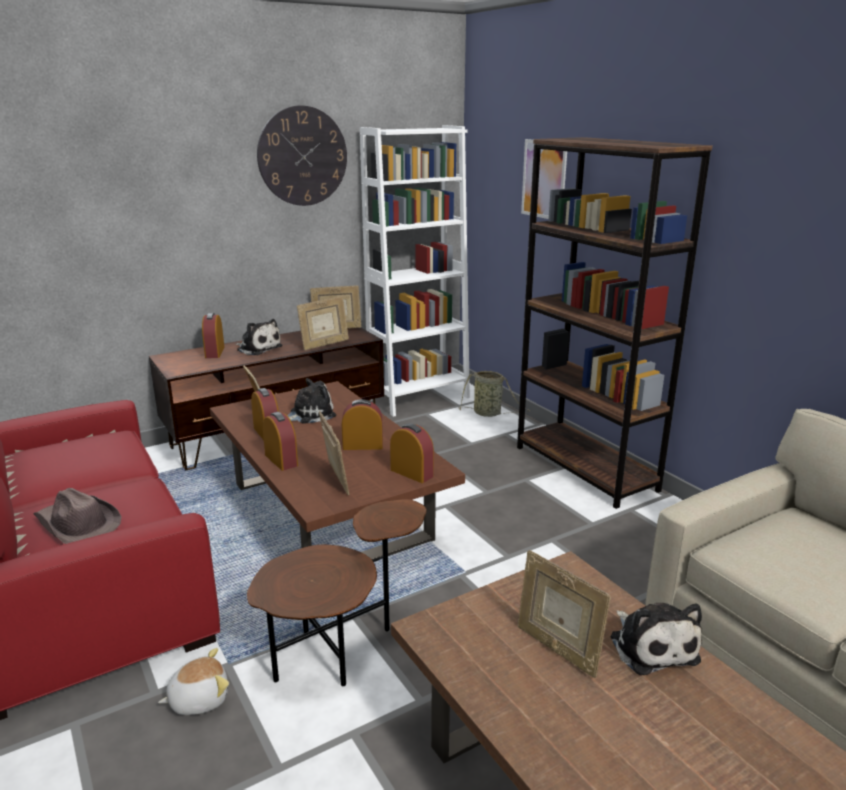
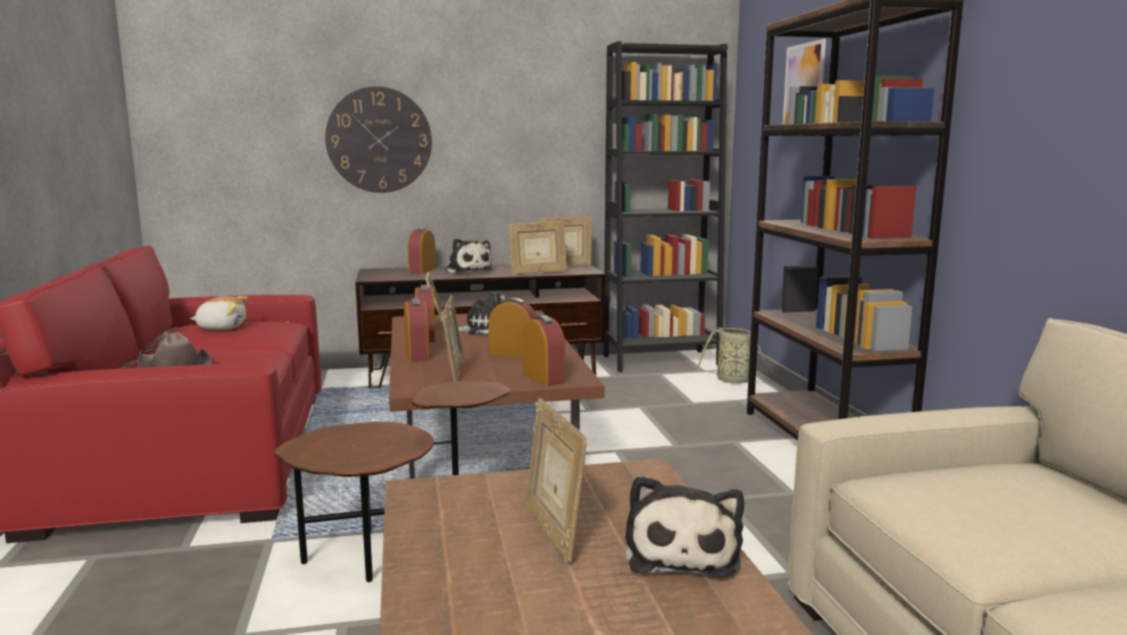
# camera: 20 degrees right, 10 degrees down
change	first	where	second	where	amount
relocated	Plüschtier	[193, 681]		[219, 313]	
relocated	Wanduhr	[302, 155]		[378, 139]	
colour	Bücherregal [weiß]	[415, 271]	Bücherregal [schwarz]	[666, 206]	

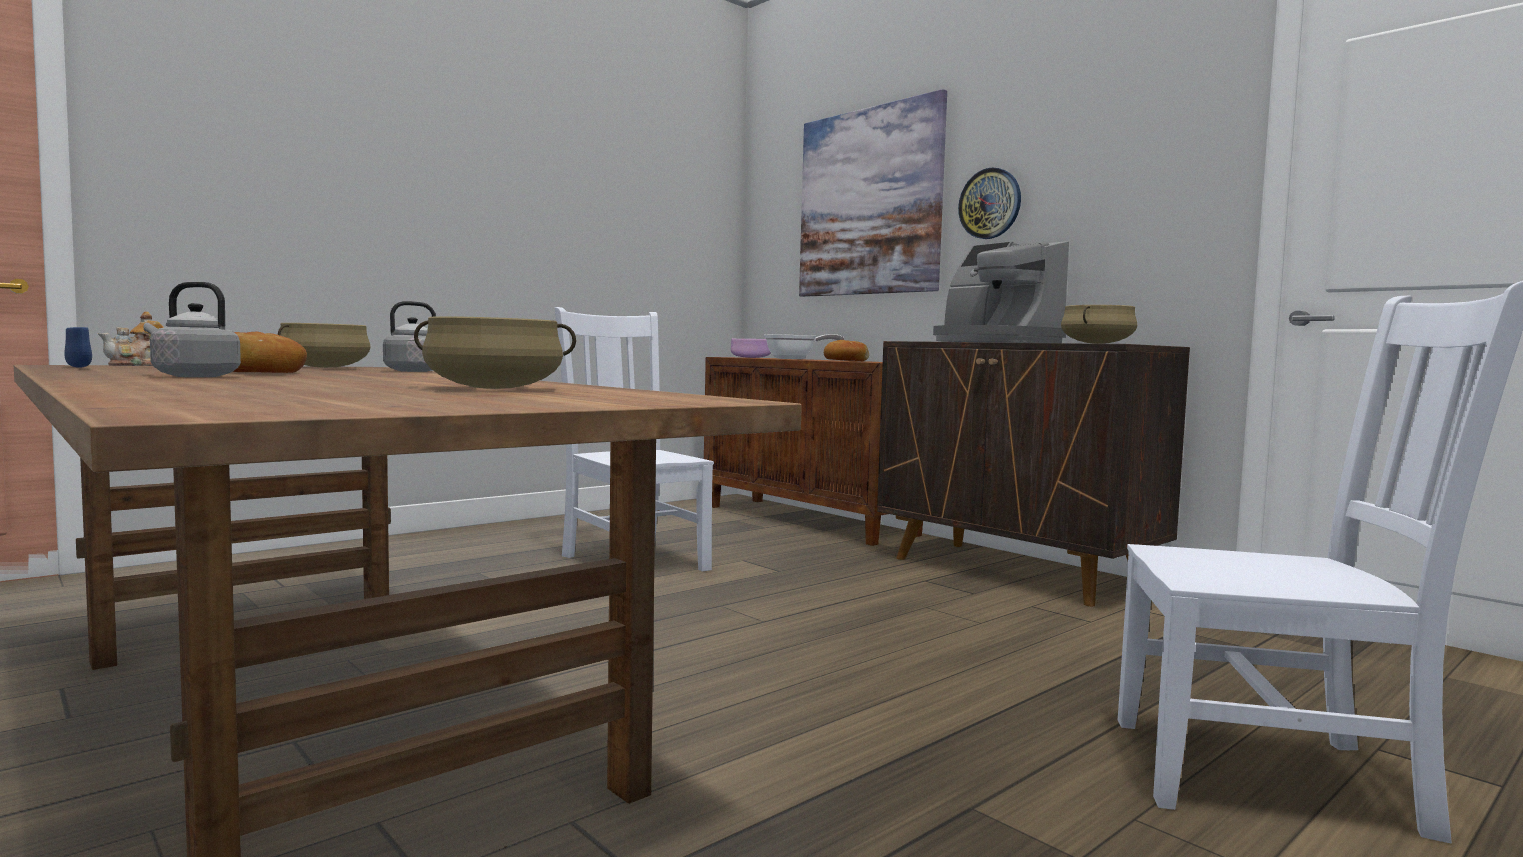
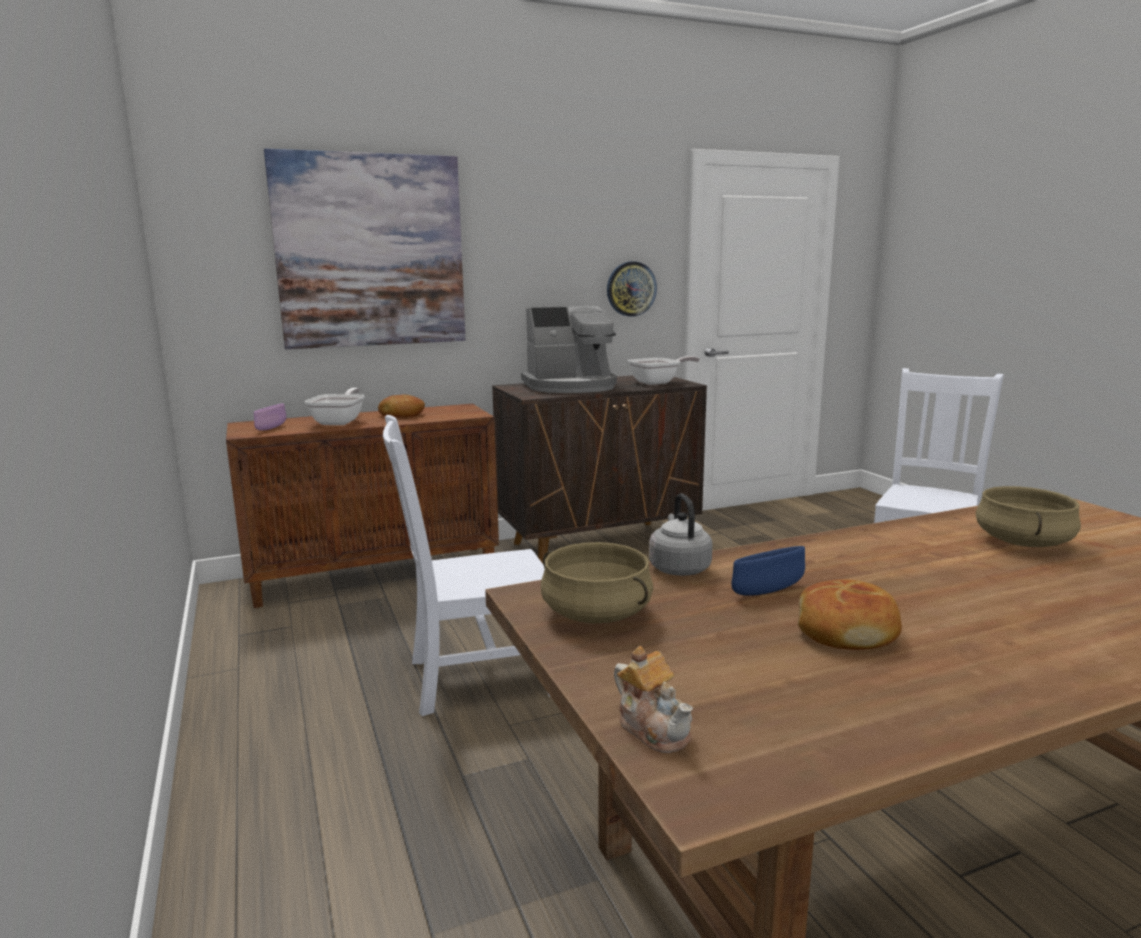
# camera: 70 degrees left, 10 degrees up
change	first	where	second	where	amount
missing	Wasserkessel [grau]	[192, 329]			
relocated	Schüssel [blau]	[78, 347]		[768, 571]	
relocated	Wanduhr	[989, 203]		[632, 289]	
exchanged	Kochtopf [beige]	[1099, 324]	Pfanne	[663, 370]	

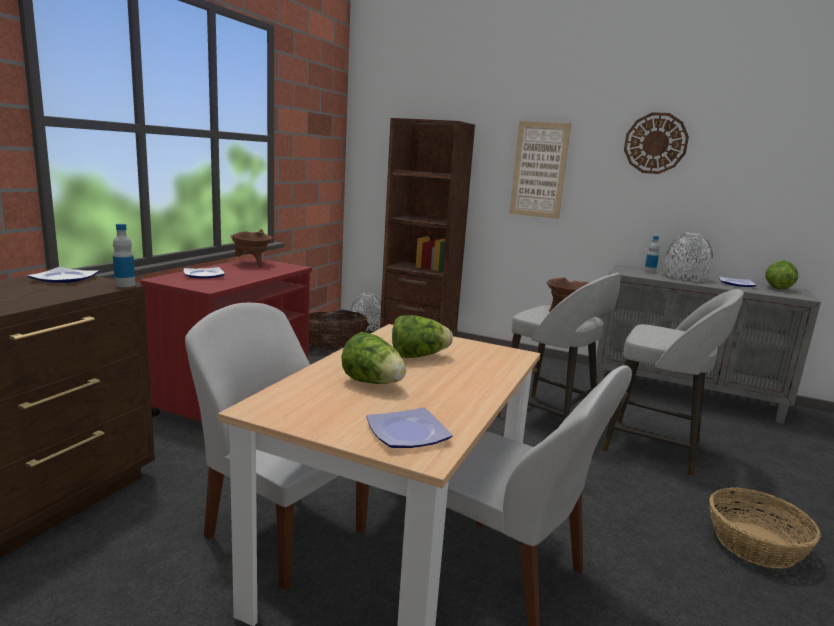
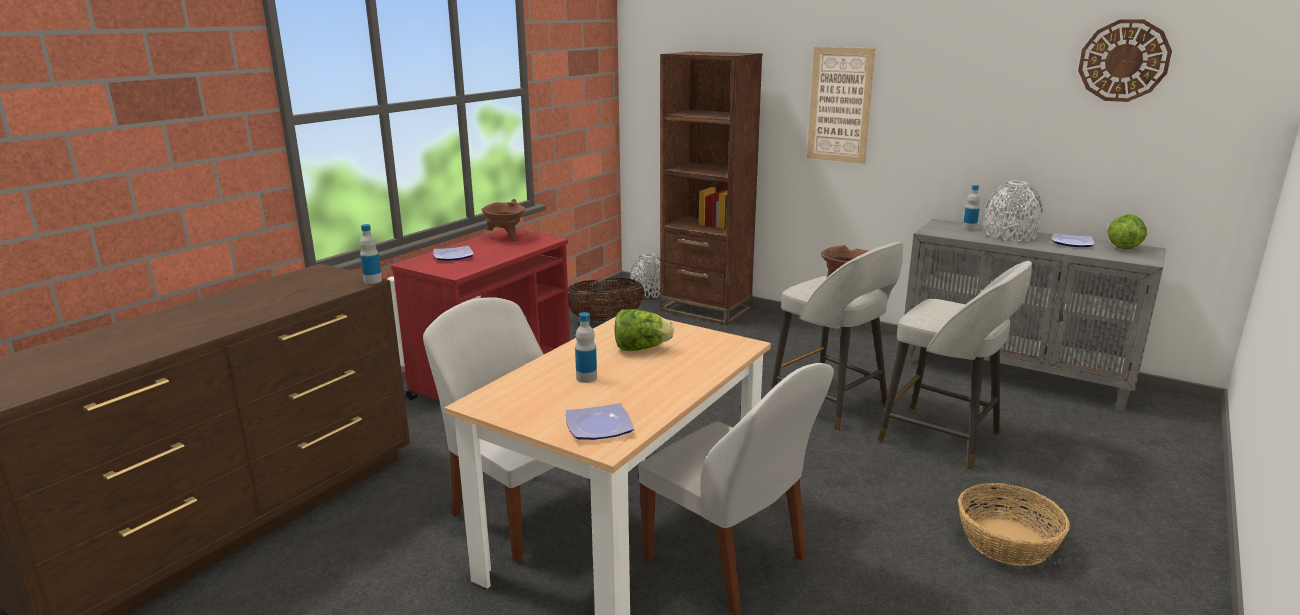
# camera: 10 degrees right, 5 degrees up
change	first	where	second	where	amount
missing	Teller	[63, 275]			
relocated	Wanduhr	[656, 143]		[1125, 60]	
exchanged	Salatkopf	[373, 358]	Flasche	[586, 347]	

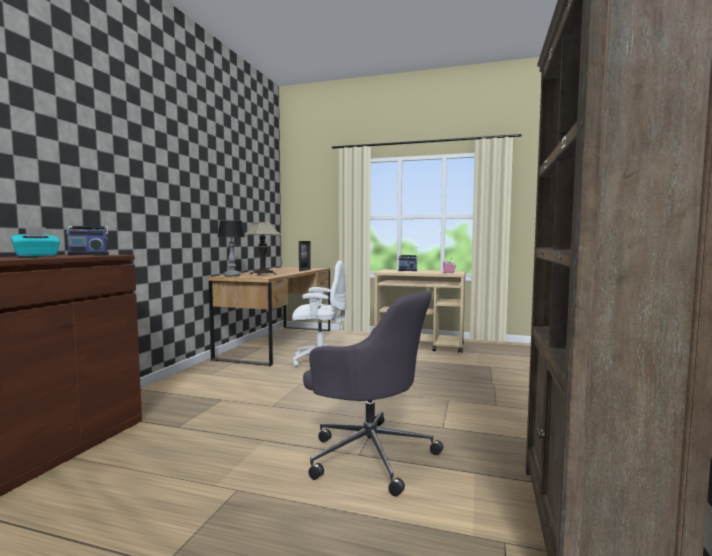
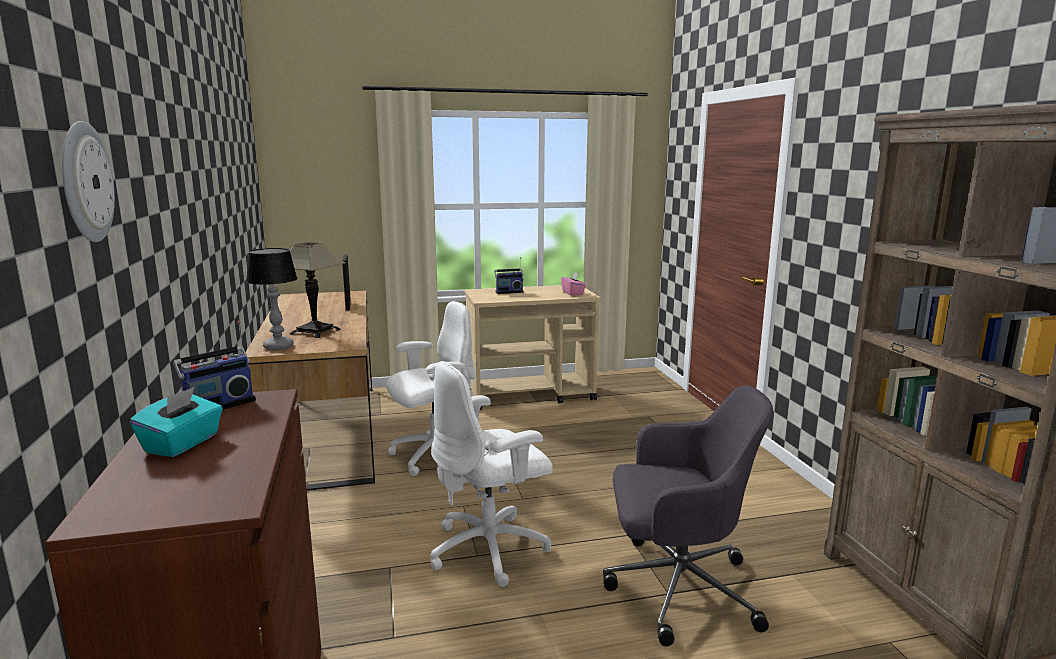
# camera: 30 degrees left, 10 degrees up
change	first	where	second	where	amount
appeared			Wanduhr	[88, 181]	
appeared			Bürostuhl [weiß]	[491, 474]	

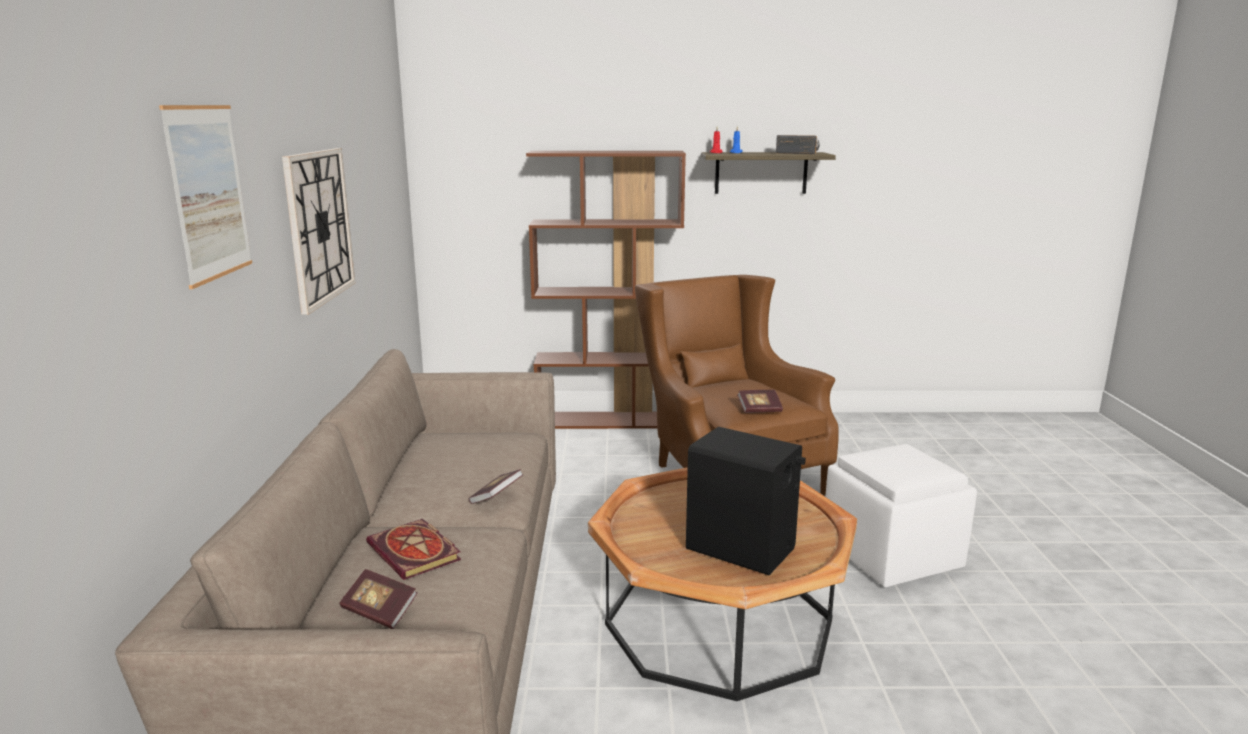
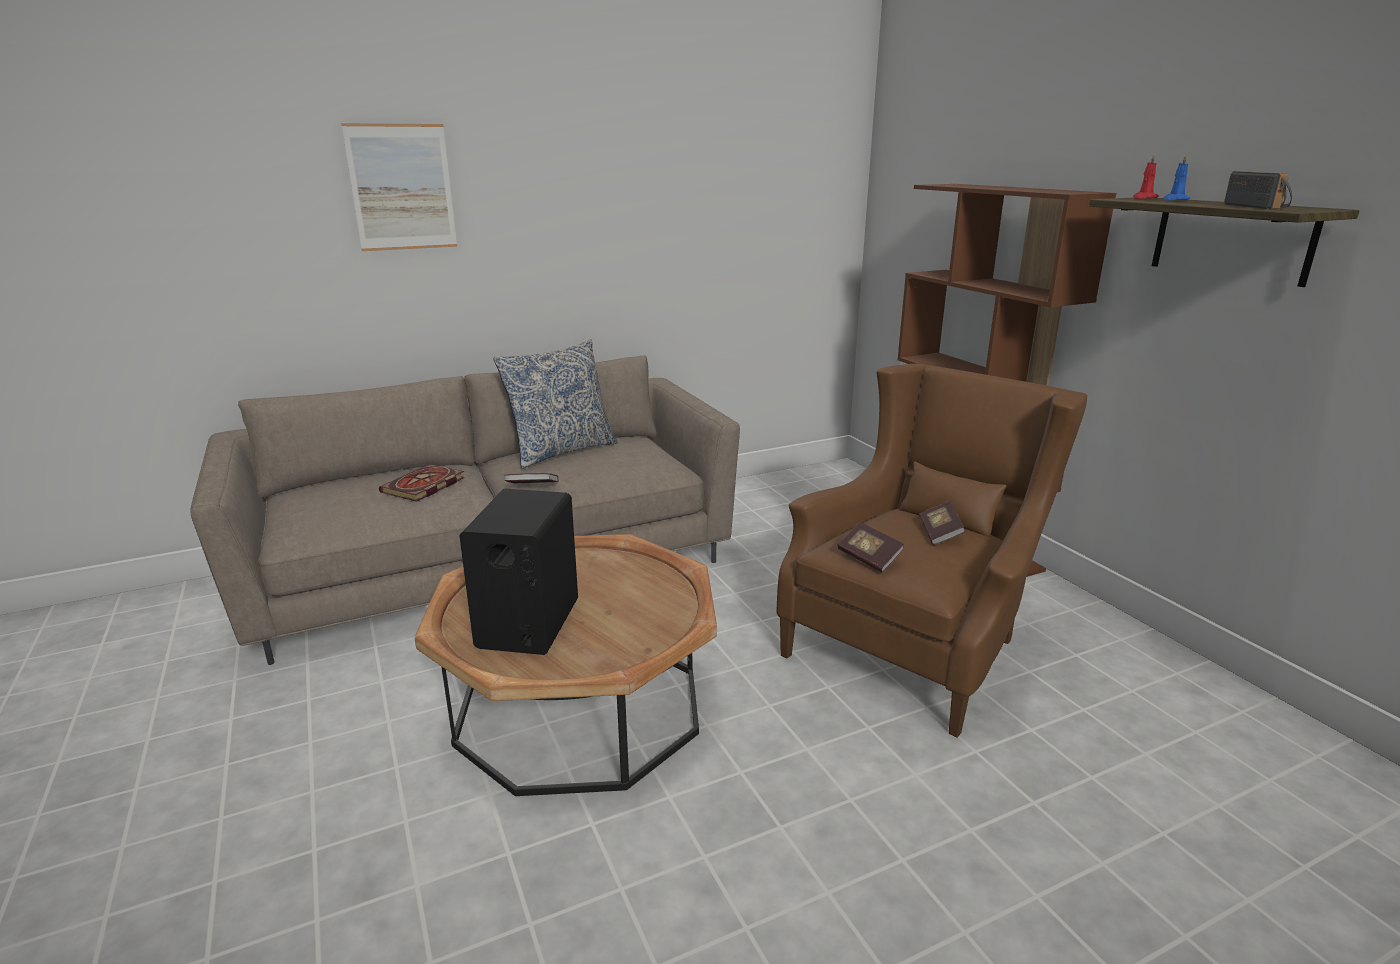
# camera: 65 degrees right, 5 degrees up
change	first	where	second	where	amount
missing	Wanduhr	[318, 231]			
missing	Polsterhocker [weiß]	[901, 515]			
appeared			Kissen	[555, 404]	
relocated	Buch	[378, 599]		[942, 523]	

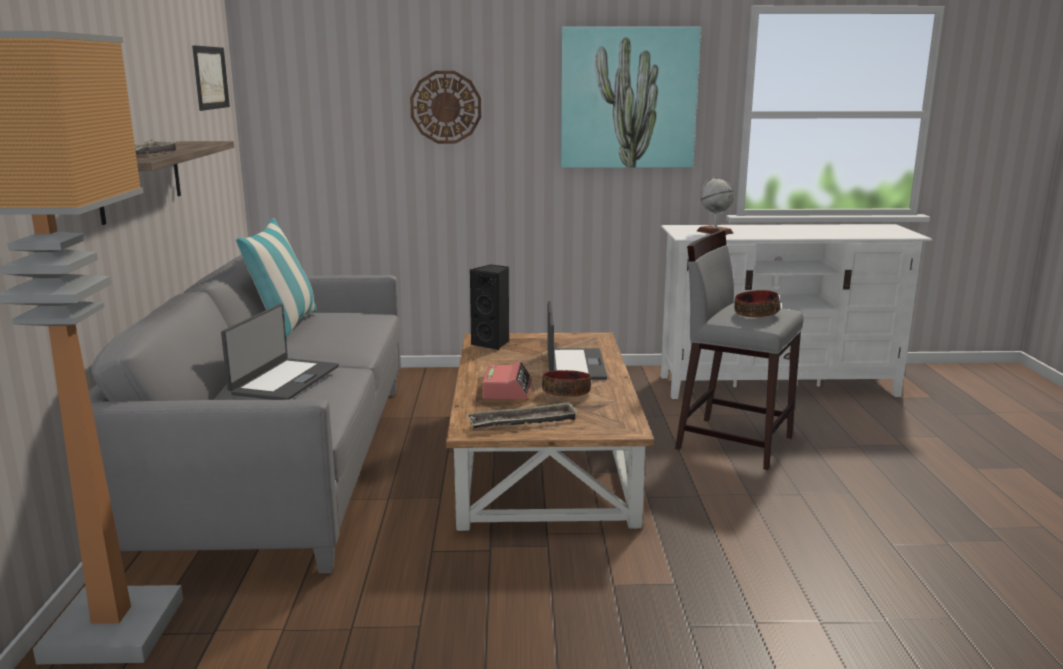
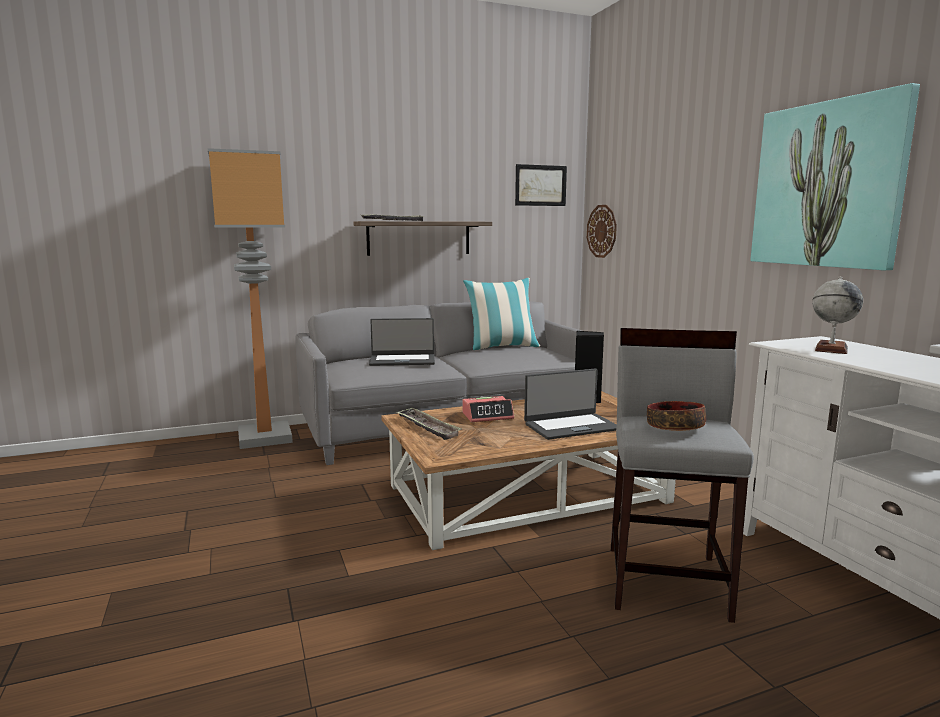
# camera: 70 degrees right, 5 degrees down
change	first	where	second	where	amount
missing	Schüssel	[566, 383]			
relocated	Wanduhr	[445, 107]		[602, 231]	

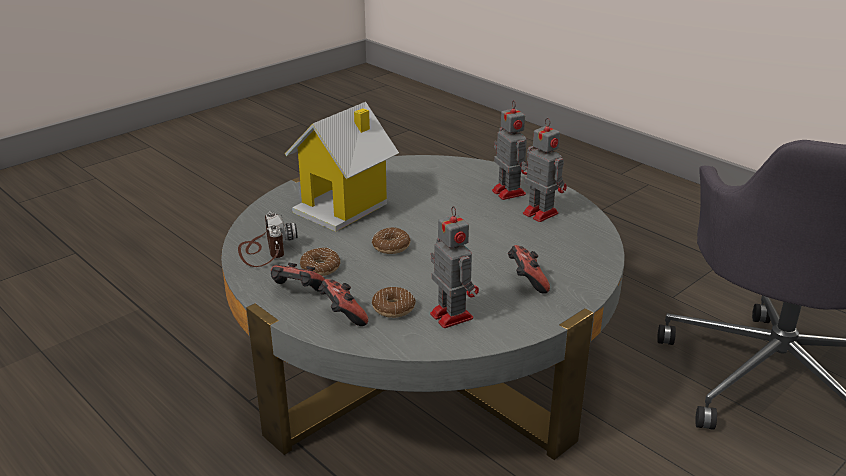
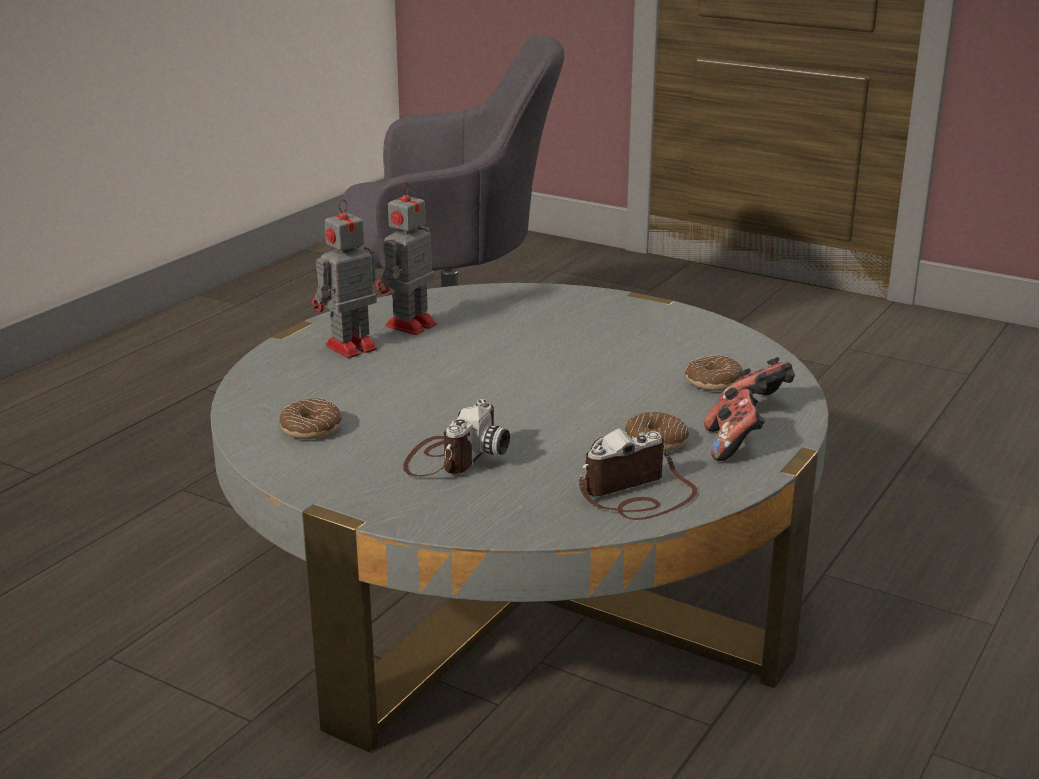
# camera: 105 degrees left, 5 degrees down
change	first	where	second	where	amount
missing	Spielzeugroboter	[454, 267]			
missing	Gamepad	[529, 269]			
relocated	Donut	[391, 240]		[310, 418]	
exchanged	Spielzeughaus	[342, 167]	Kamera	[456, 438]	

